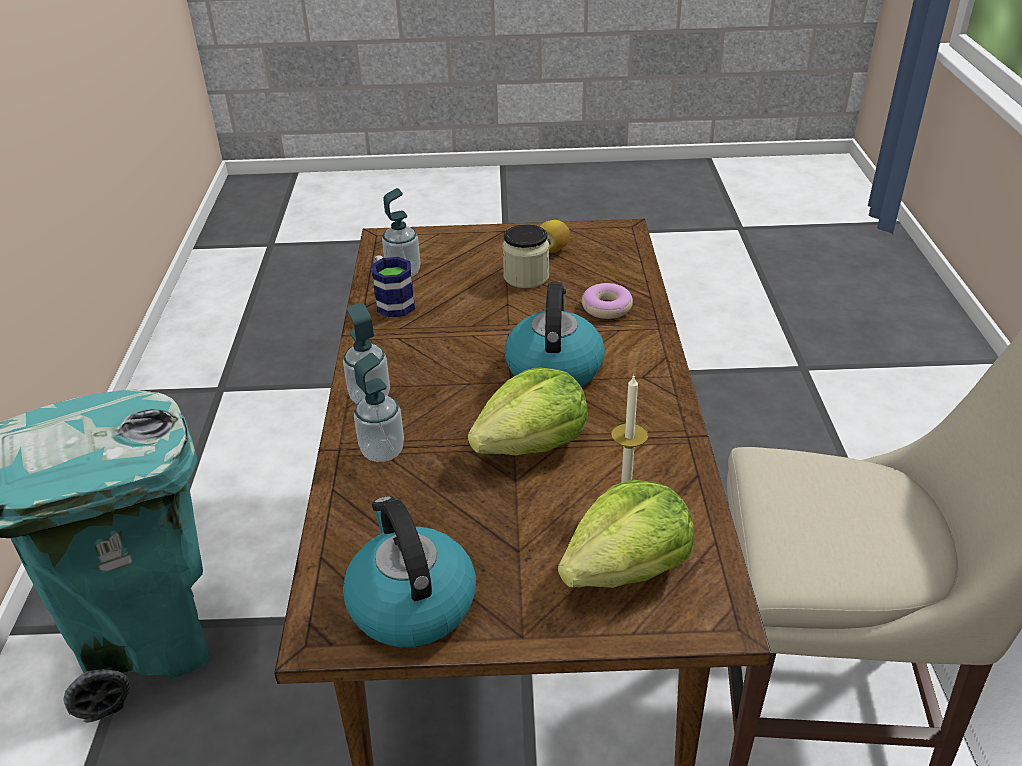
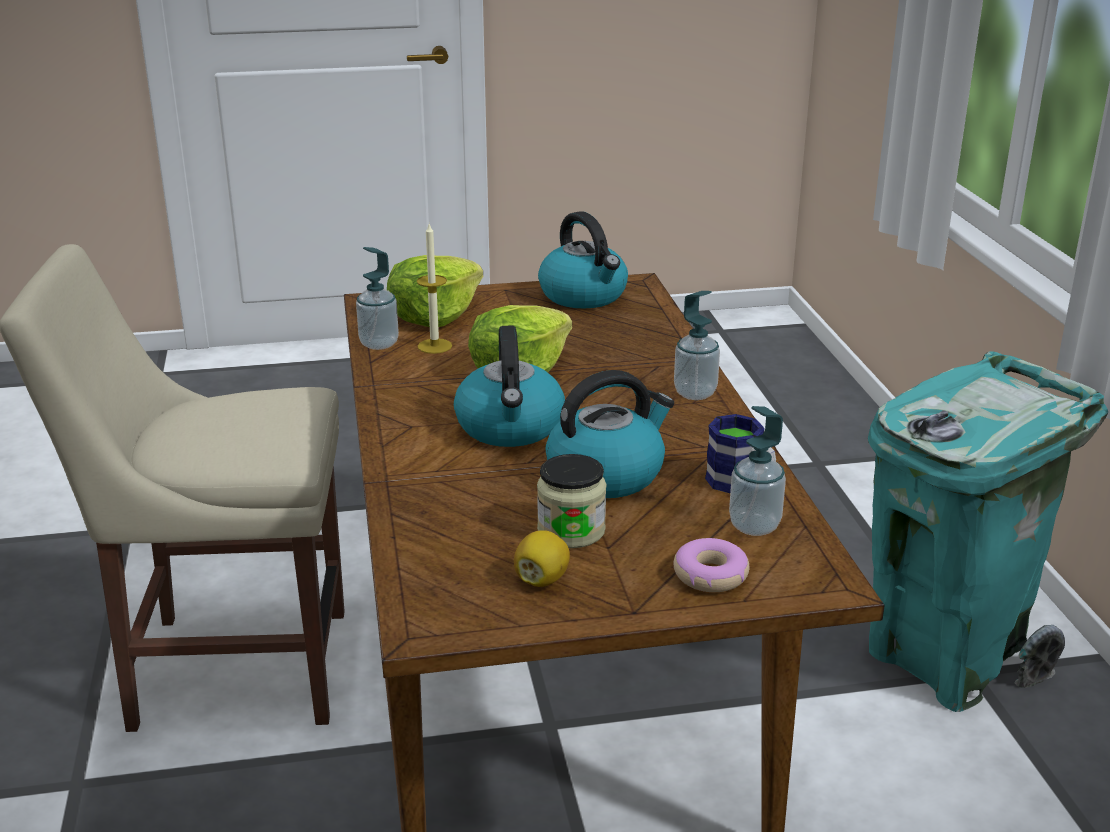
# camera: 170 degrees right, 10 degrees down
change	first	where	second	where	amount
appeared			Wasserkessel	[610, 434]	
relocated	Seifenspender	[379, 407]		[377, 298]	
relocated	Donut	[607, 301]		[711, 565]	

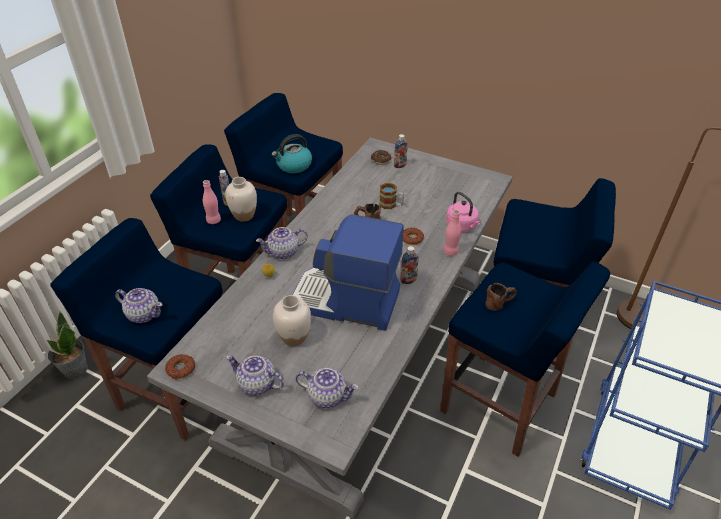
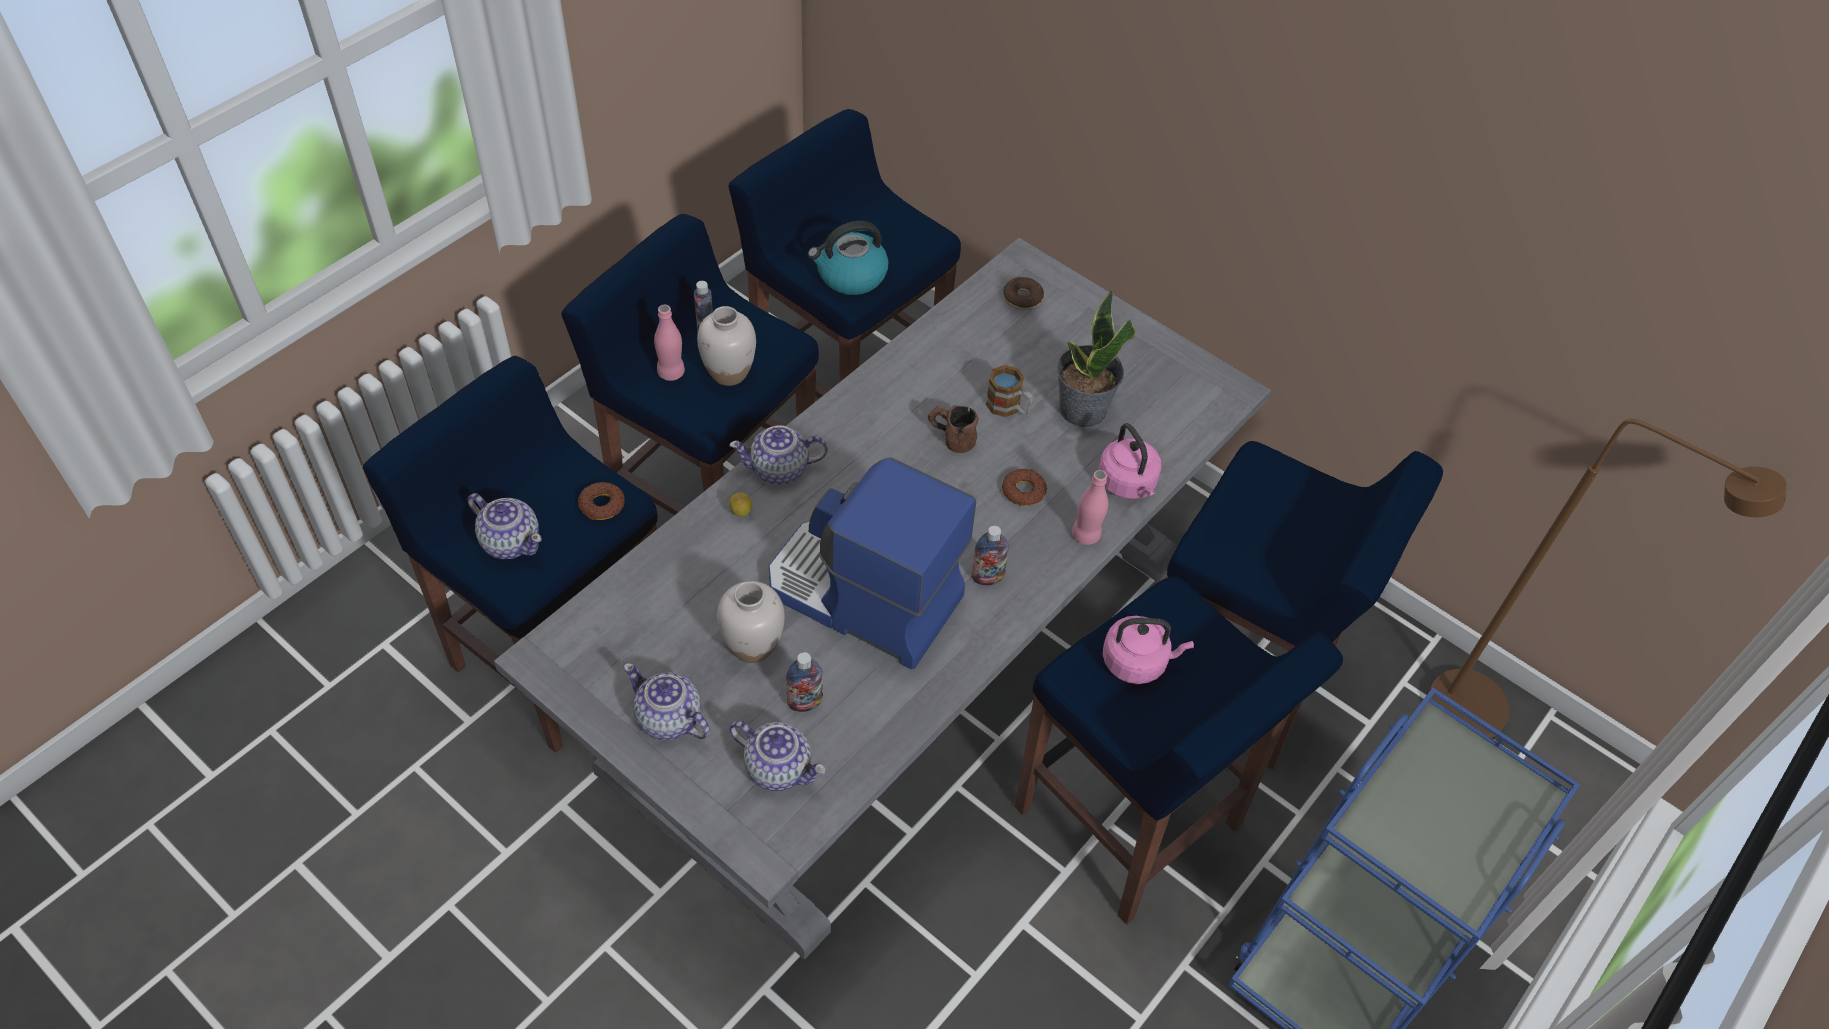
# camera: 10 degrees right, 10 degrees up
change	first	where	second	where	amount
relocated	Topfpflanze	[67, 345]		[1096, 357]	
relocated	Donut	[180, 367]		[601, 501]	
relocated	Flasche	[401, 151]		[804, 682]	
exchanged	Henkelbecher [braun]	[501, 297]	Wasserkessel [rosa]	[1148, 650]	

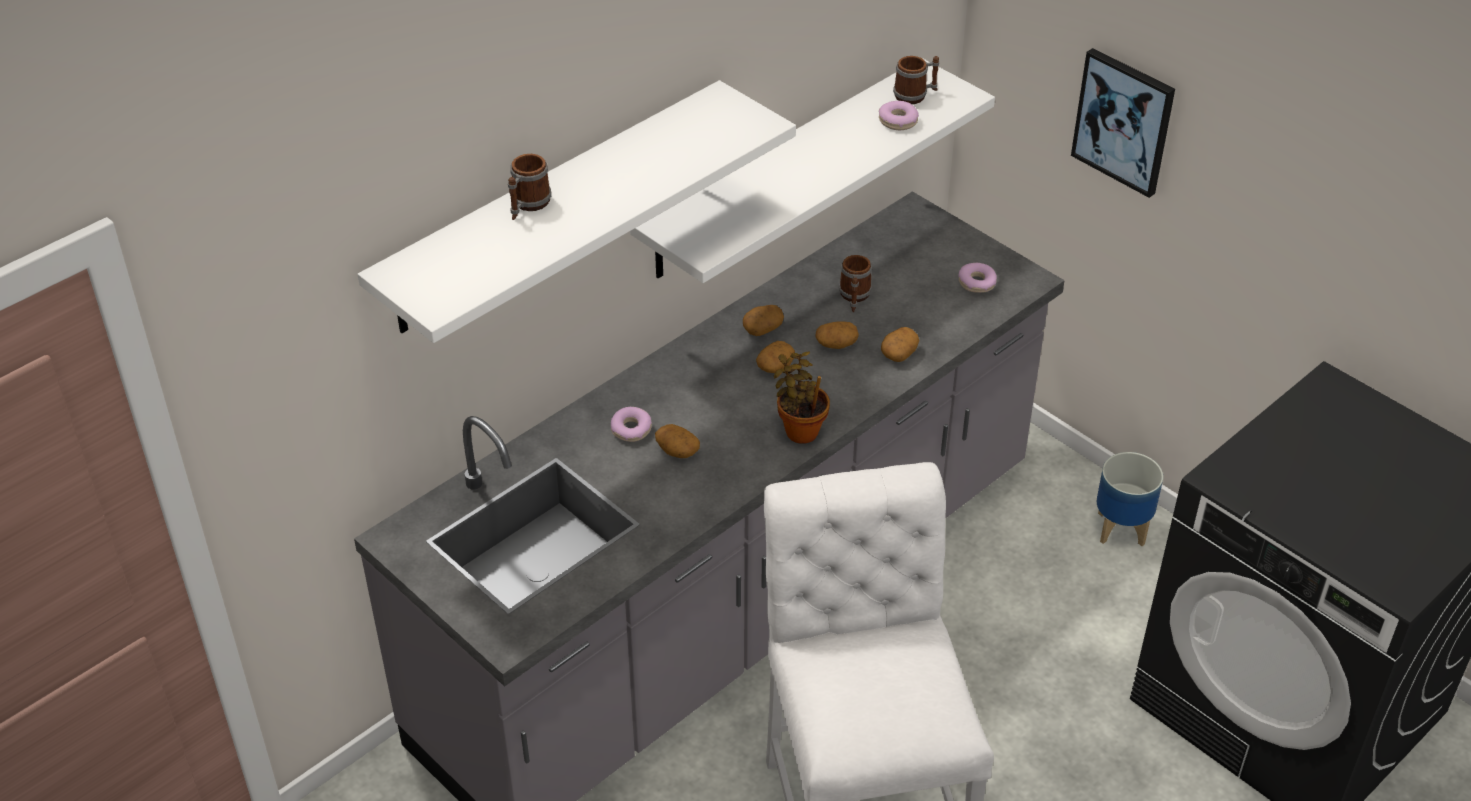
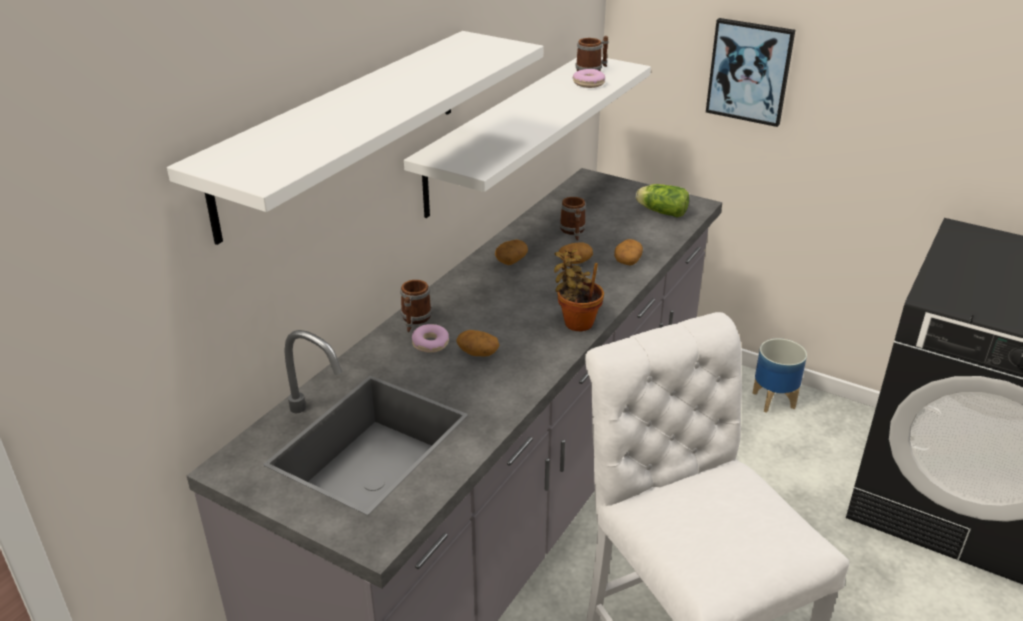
# camera: 15 degrees left, 10 degrees down
change	first	where	second	where	amount
missing	Kartoffel	[775, 357]			
relocated	Henkelbecher	[529, 187]		[416, 306]	
exchanged	Donut	[978, 278]	Salatkopf	[662, 200]	

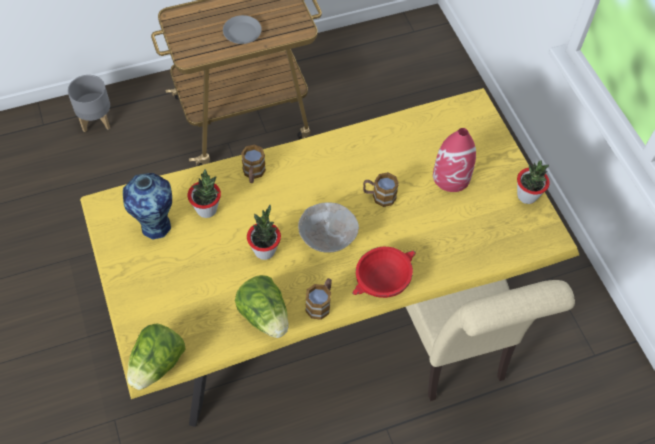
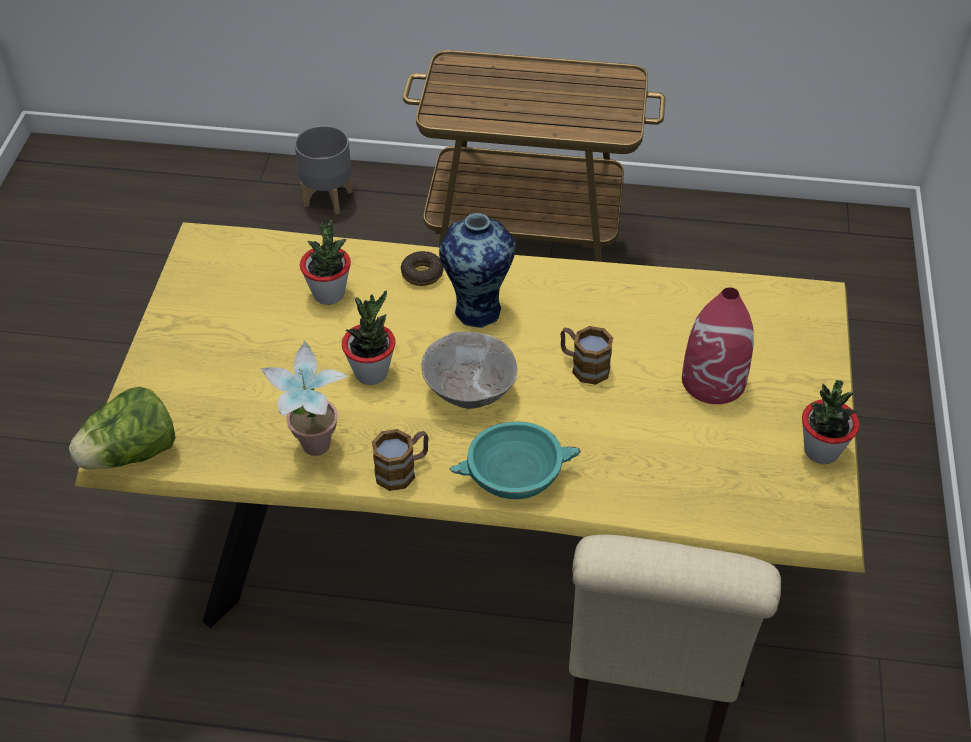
# camera: 30 degrees right, 10 degrees down
change	first	where	second	where	amount
missing	Teller [grau]	[242, 29]			
relocated	Vase	[147, 206]		[477, 270]	
exchanged	Salatkopf	[262, 306]	Topfpflanze	[304, 398]	
exchanged	Henkelbecher	[253, 164]	Donut	[422, 268]	
colour	Schüssel [rot]	[384, 272]	Schüssel [türkis]	[515, 460]	

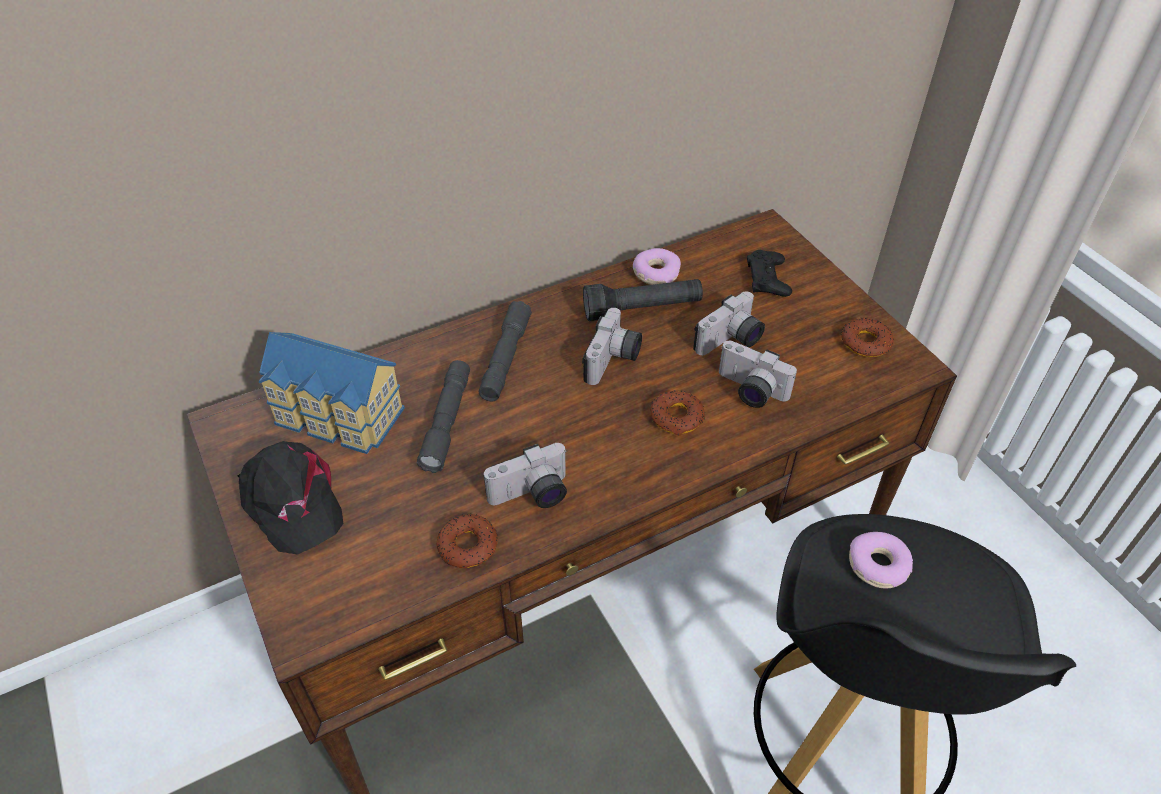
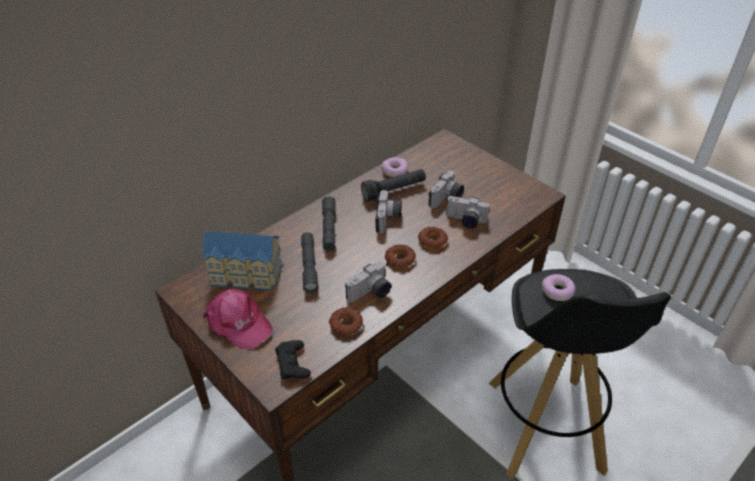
# camera: 15 degrees left, 5 degrees down
change	first	where	second	where	amount
relocated	Gamepad [schwarz]	[769, 273]		[293, 359]	
relocated	Donut	[867, 337]		[400, 256]	
colour	Kappe [schwarz]	[290, 498]	Kappe [rosa]	[238, 319]	

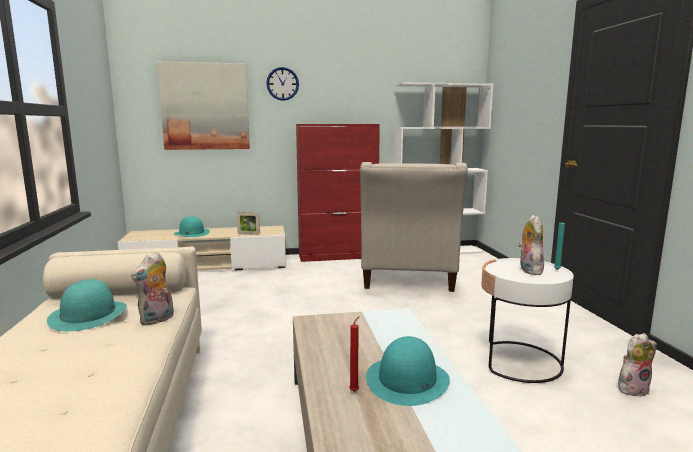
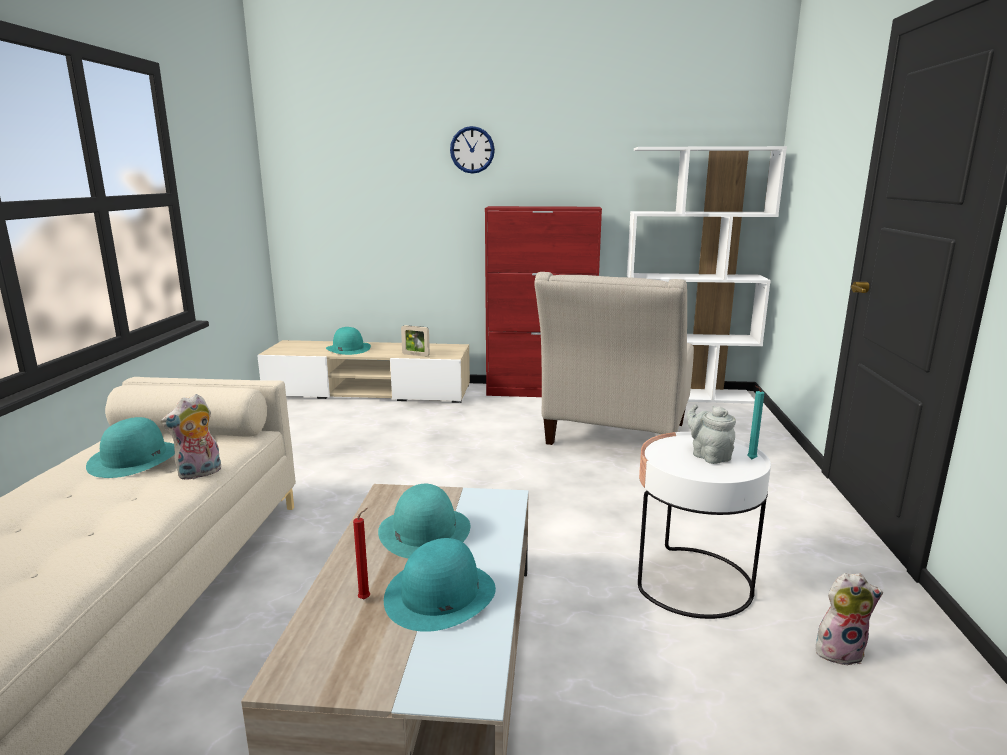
# camera: 15 degrees right, 5 degrees up
change	first	where	second	where	amount
missing	Bild	[203, 106]			
appeared			Hut [türkis]	[424, 521]	
exchanged	Plüschtier	[531, 245]	Teekanne [grau]	[711, 434]	

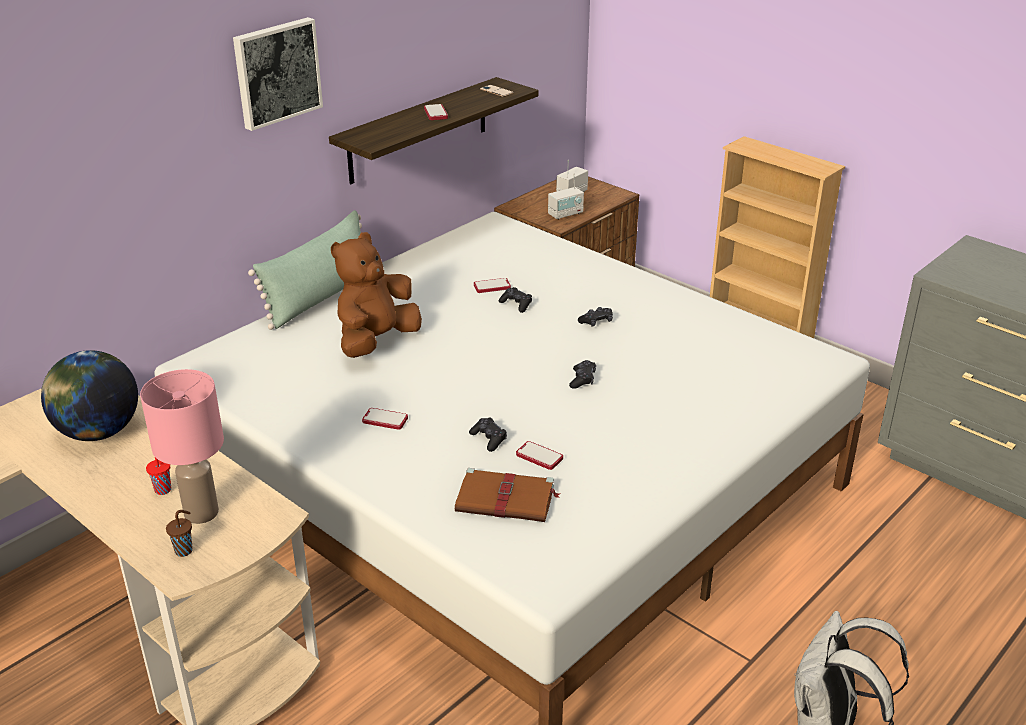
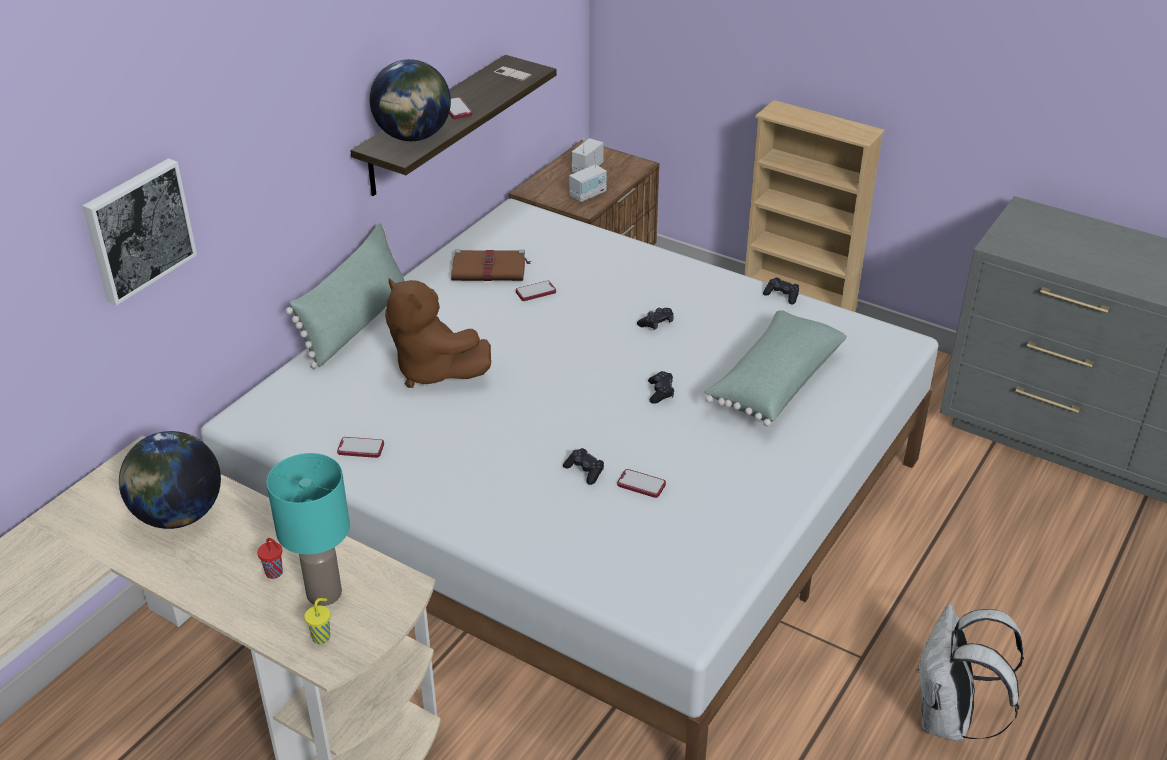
# camera: 10 degrees left, 5 degrees up
change	first	where	second	where	amount
appeared			Globus	[410, 100]	
appeared			Kissen [grün]	[775, 368]	
relocated	Bild	[278, 74]		[139, 231]	
relocated	Handy	[385, 419]		[360, 447]	
relocated	Buch [braun]	[507, 495]		[491, 265]	
relocated	Gamepad [schwarz]	[515, 300]		[781, 291]	
colour	Tischlampe [rosa]	[182, 446]	Tischlampe [türkis]	[308, 529]	
colour	Tasse [braun]	[179, 533]	Tasse [gelb]	[317, 621]	
spun	Plüschtier [braun]	[376, 295]		[438, 333]	75 degrees counterclockwise

